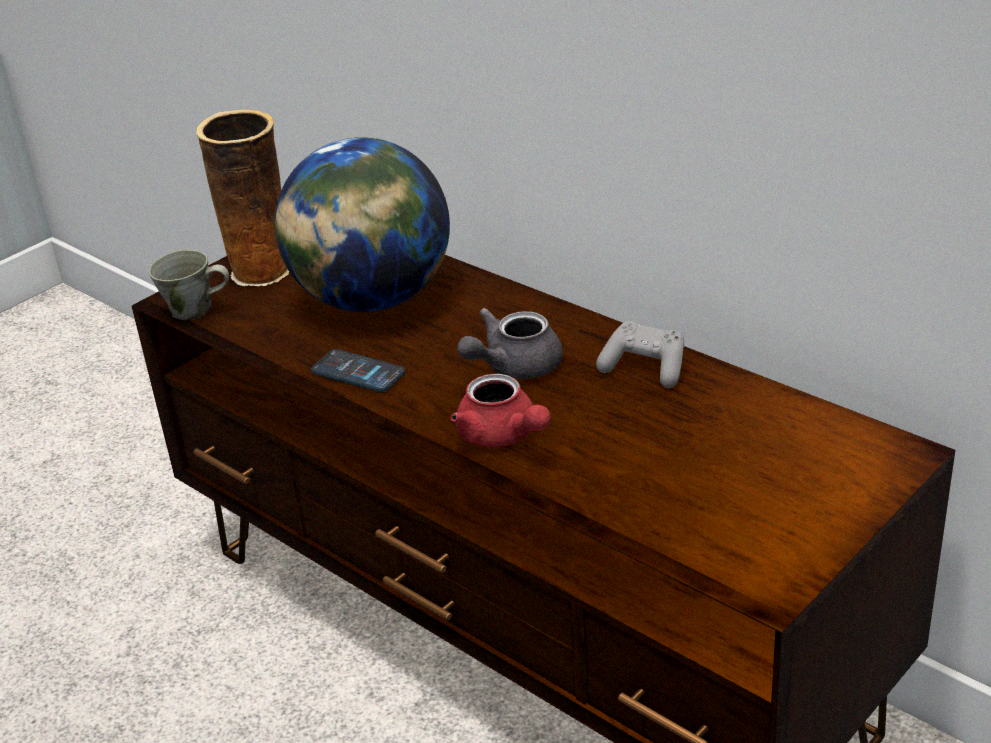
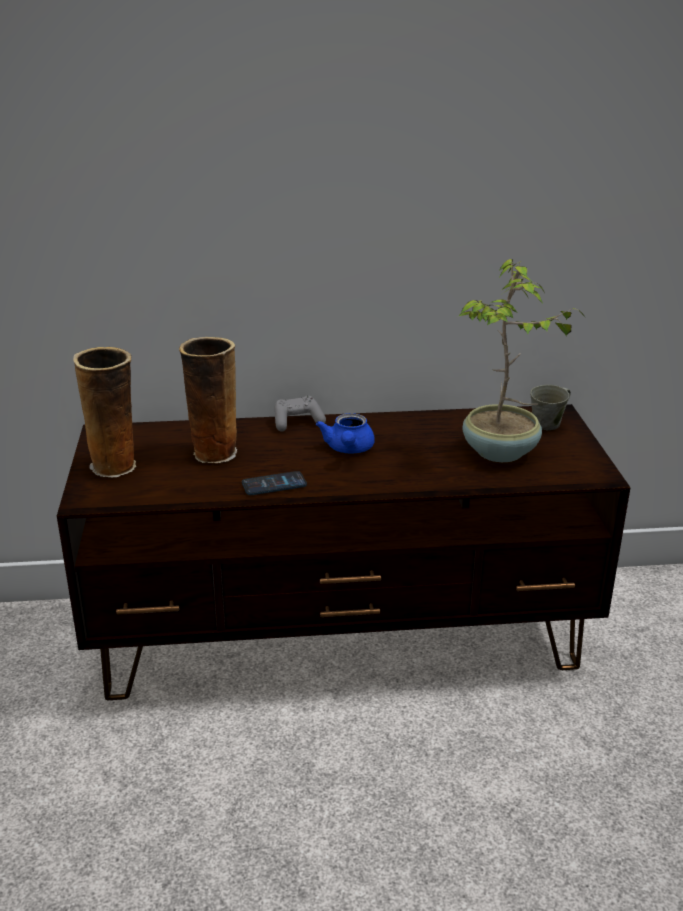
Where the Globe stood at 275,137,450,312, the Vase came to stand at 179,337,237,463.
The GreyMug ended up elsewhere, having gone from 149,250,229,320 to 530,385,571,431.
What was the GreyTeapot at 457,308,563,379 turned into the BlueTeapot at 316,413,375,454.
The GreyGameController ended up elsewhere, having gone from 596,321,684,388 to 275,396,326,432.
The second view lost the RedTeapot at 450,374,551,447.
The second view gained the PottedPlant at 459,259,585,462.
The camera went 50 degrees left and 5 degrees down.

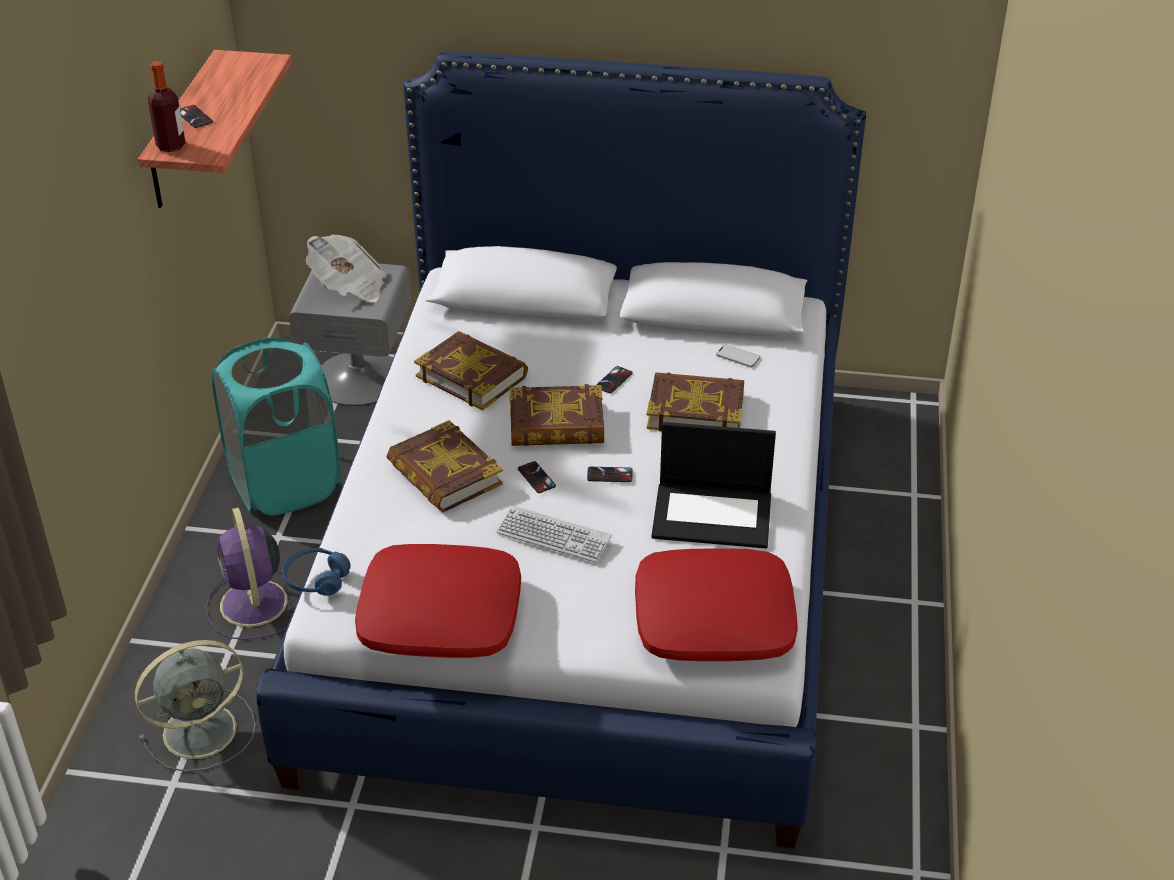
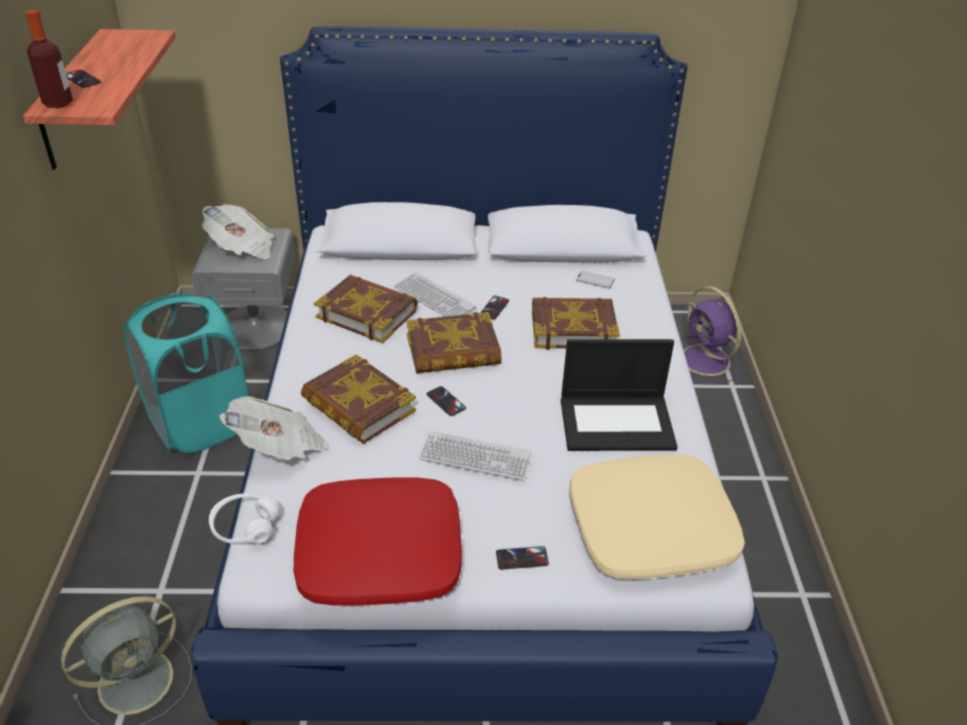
The Phone ended up elsewhere, having gone from 587,467,633,482 to 496,546,549,570.
The PurpleFan ended up elsewhere, having gone from 206,508,301,640 to 681,286,745,385.
What was the BlueHeadphones at 282,548,351,596 turned into the WhiteHeadphones at 209,493,280,544.
What was the RedPillow at 635,548,798,661 turned into the BeigePillow at 570,454,745,579.
The second view gained the Keyboard at 394,272,476,317.
The second view gained the Newspaper at 219,396,330,461.
The camera went 10 degrees left and 0 degrees up.

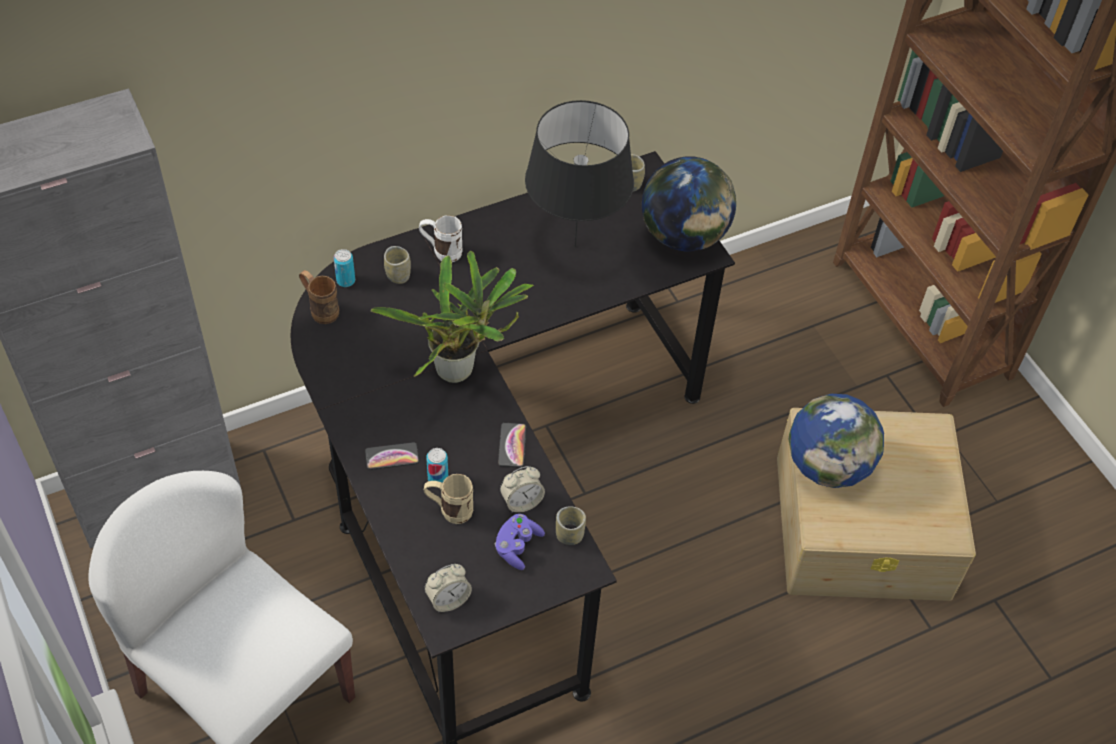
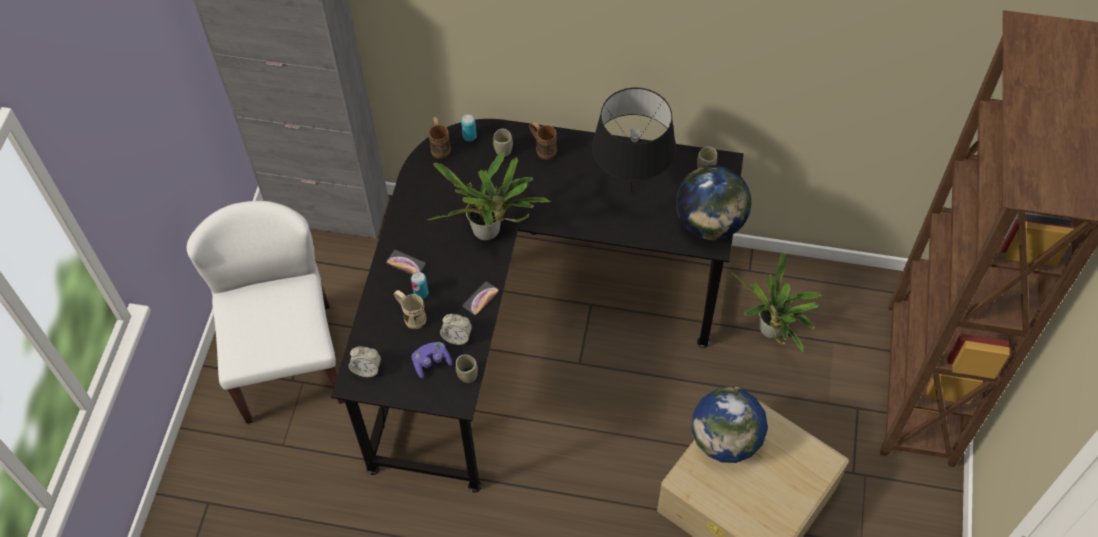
What was the WhiteMug at 419,215,462,262 turned into the BrownMug at 529,121,557,160.
The second view gained the PottedPlant at 731,252,821,353.
The camera went 40 degrees right and 5 degrees up.

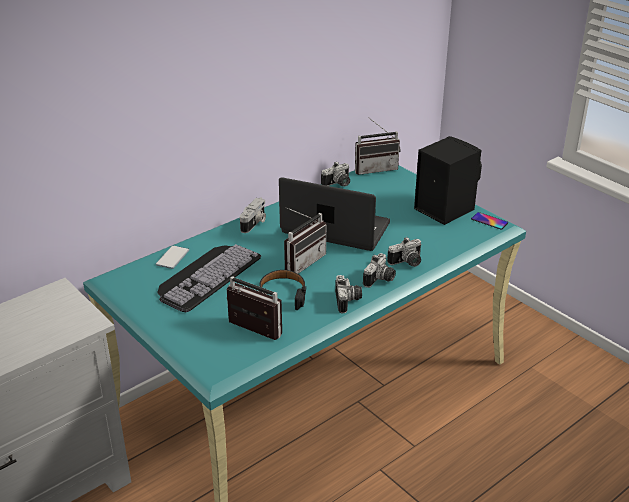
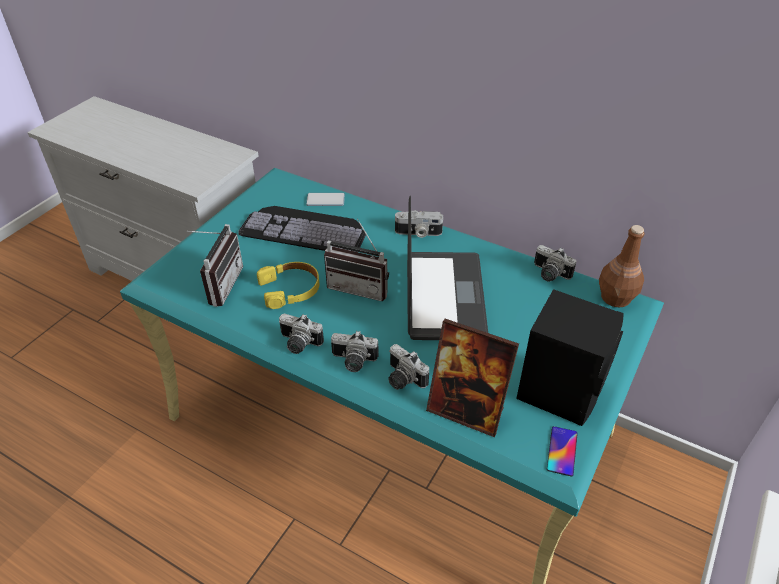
Where the Radio stood at 355,118,401,175, the BrownBottle came to stand at 599,225,645,307.
What was the BlackHeadphones at 259,270,306,310 turned into the YellowHeadphones at 257,262,319,309.
The PhotoCamera at 335,275,362,313 ended up facing another way, 45 degrees clockwise from before.
The second view gained the PictureFrame at 426,319,519,437.
The camera went 70 degrees right and 10 degrees up.

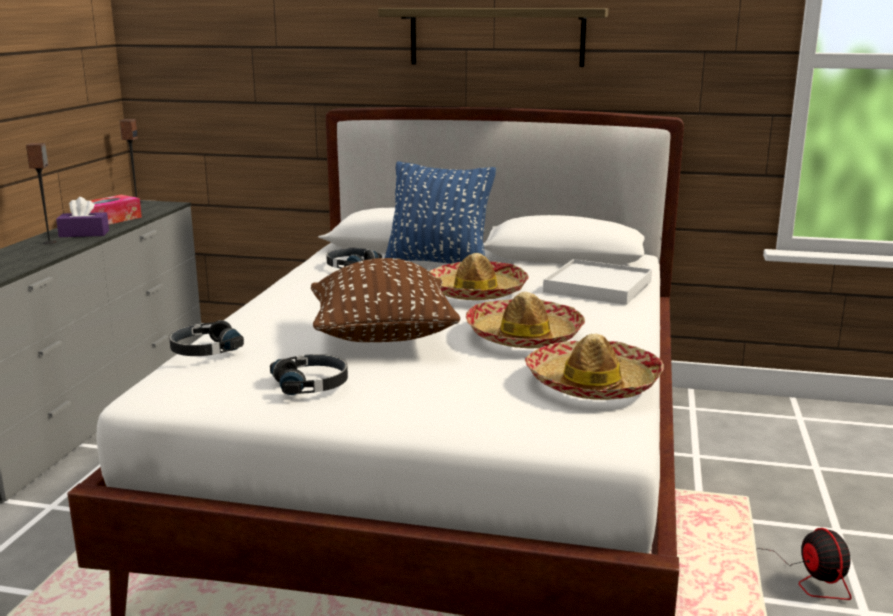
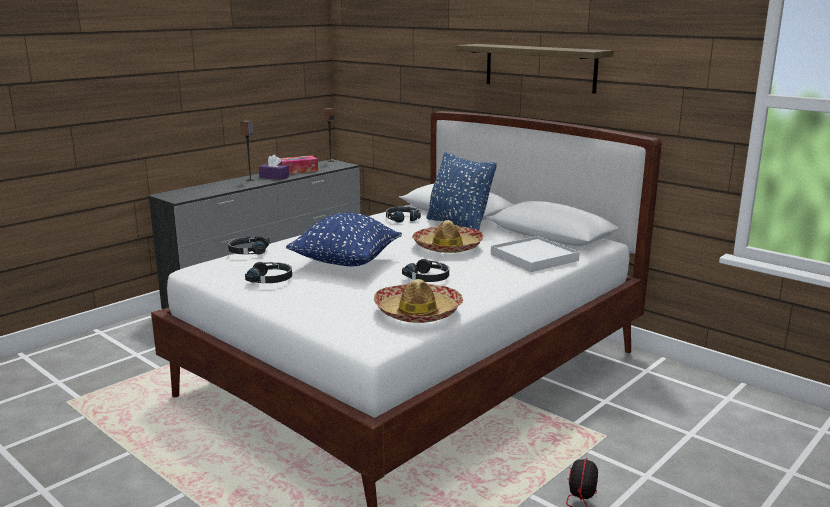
What was the BrownPillow at 311,258,460,342 turned into the BluePillow at 286,213,402,266.
Where the Hat stood at 465,292,585,348, the BlackHeadphones came to stand at 402,259,449,282.
The camera went 30 degrees right and 0 degrees up.

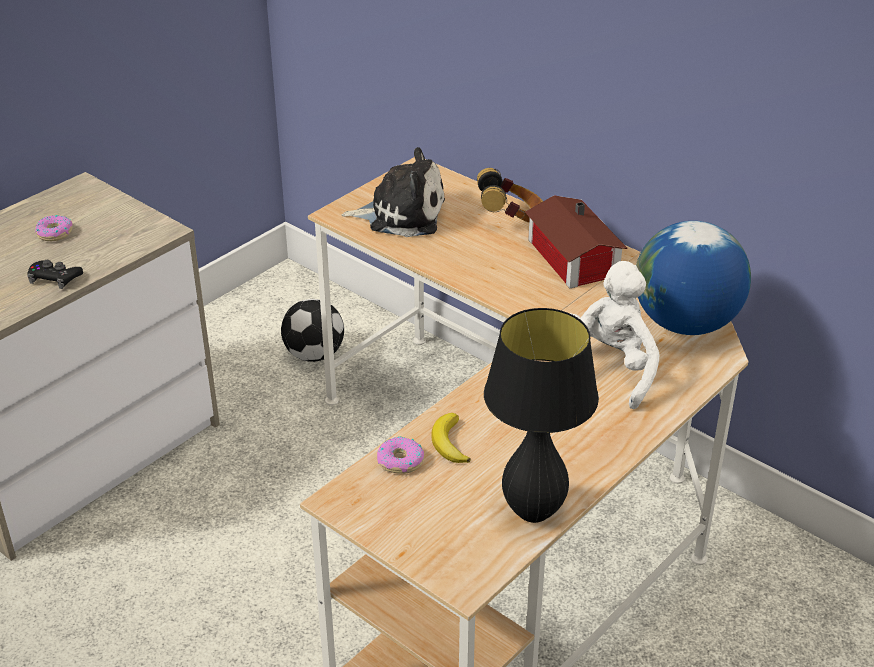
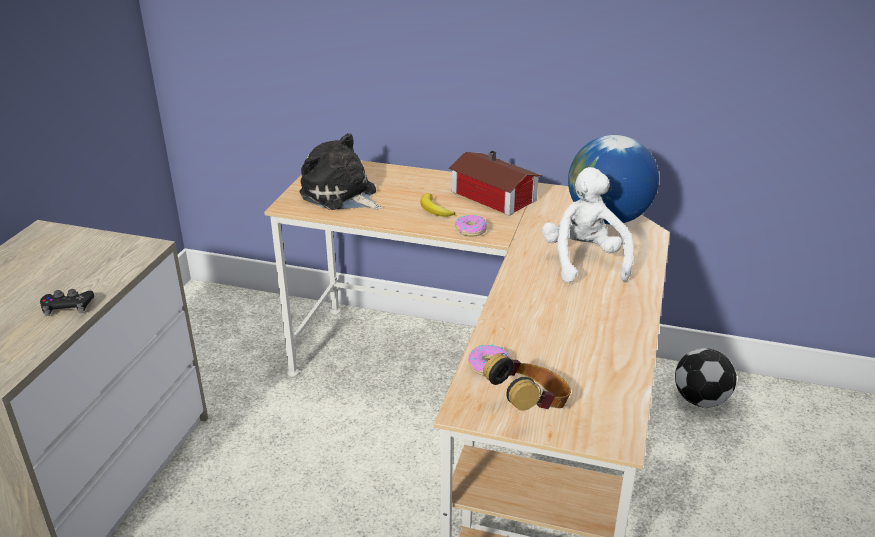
The PlushToy at 341,147,445,237 ended up facing another way, 120 degrees counterclockwise from before.
The Headphones ended up elsewhere, having gone from 477,168,543,223 to 483,353,571,411.
The Donut ended up elsewhere, having gone from 35,215,73,241 to 455,215,487,237.
The Football ended up elsewhere, having gone from 281,299,344,362 to 675,348,736,408.
The second view lost the BlackTableLamp at 484,308,599,523.
The Banana ended up elsewhere, having gone from 431,413,471,463 to 421,193,455,217.
The camera went 25 degrees left and 5 degrees down.

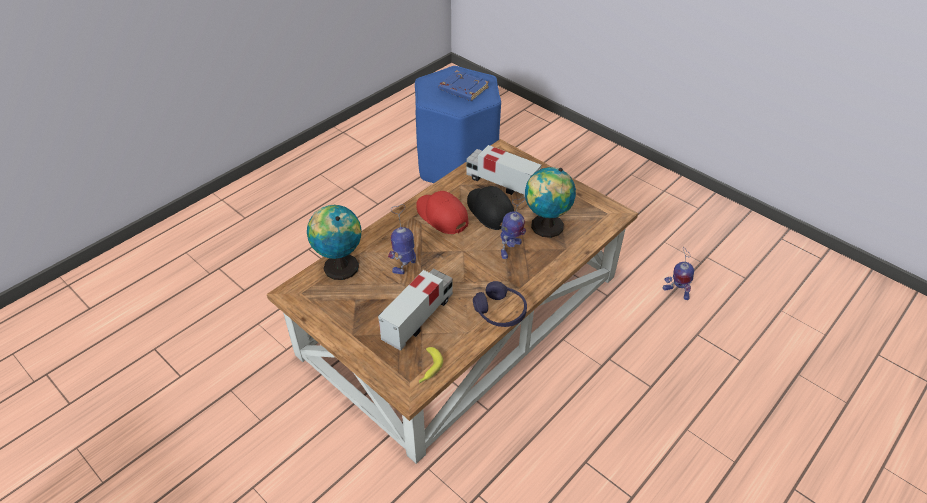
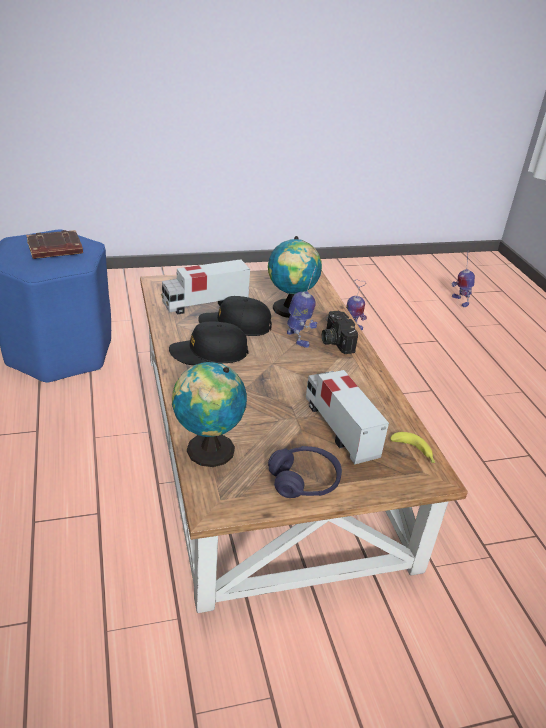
What was the BlueBook at 439,70,489,101 turned into the BrownBook at 26,230,83,259.
What was the RedCap at 416,191,469,234 turned into the BlackCap at 169,322,249,365.
The ToyRobot ended up elsewhere, having gone from 388,204,416,274 to 452,255,475,307.
The PurpleHeadphones ended up elsewhere, having gone from 473,281,527,327 to 268,446,342,498.
The second view gained the PhotoCamera at 322,311,358,354.
The camera went 60 degrees left and 10 degrees down.

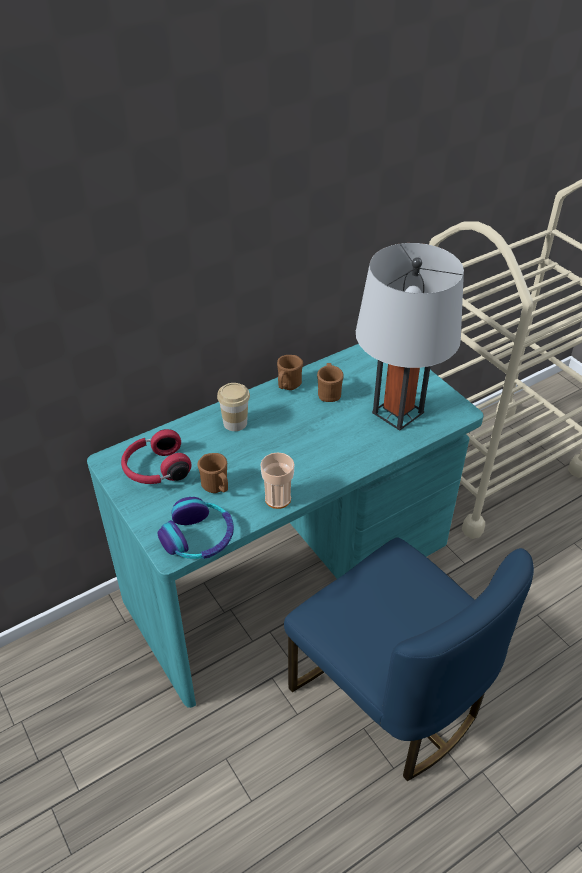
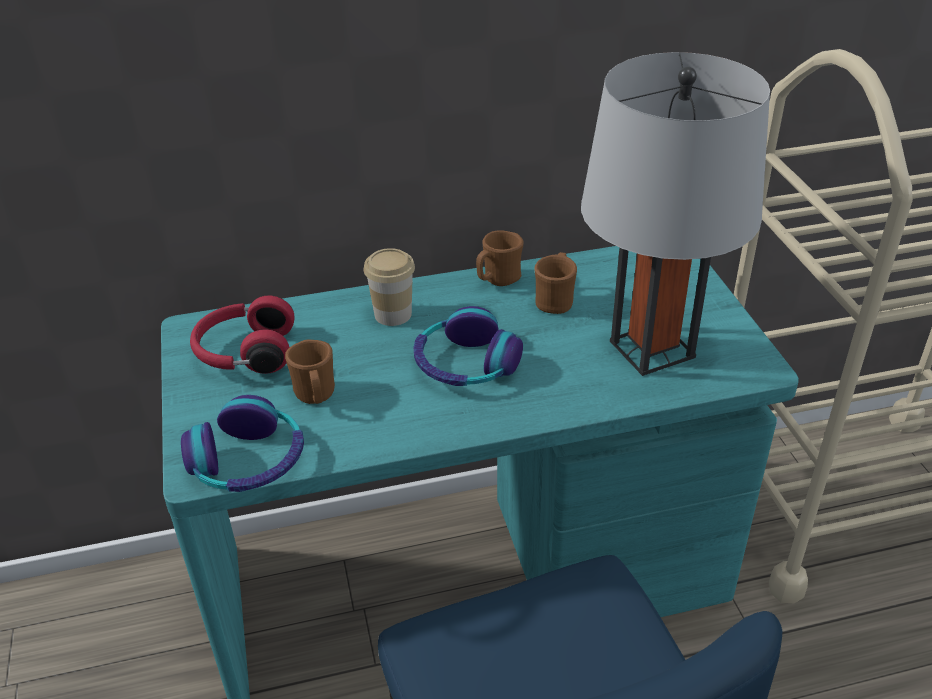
The second view lost the Cup at 260,452,294,509.
The second view gained the Headphones at 414,306,523,386.
The camera went 20 degrees right and 5 degrees down.

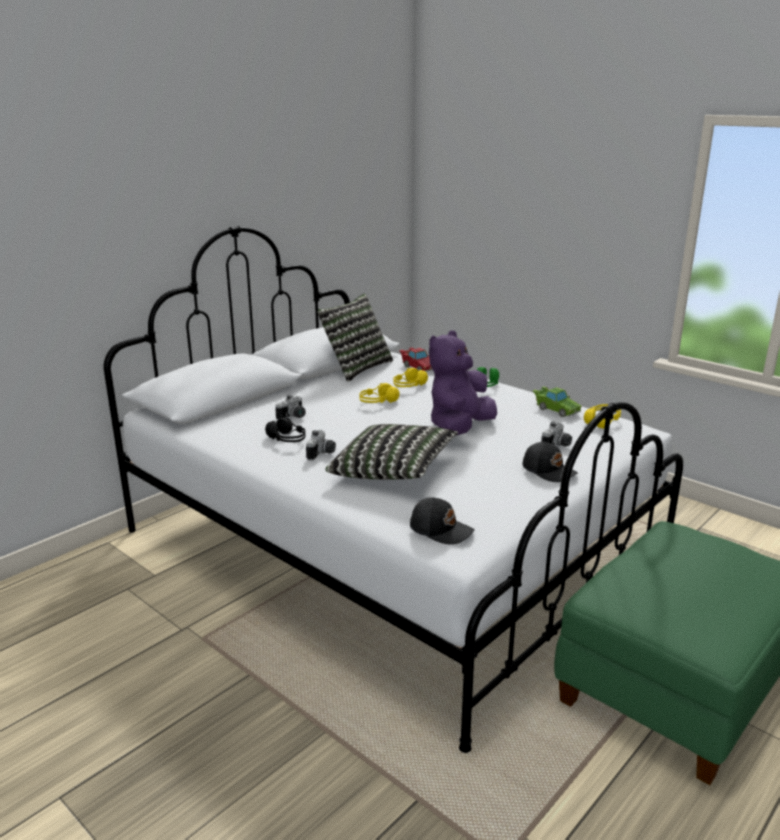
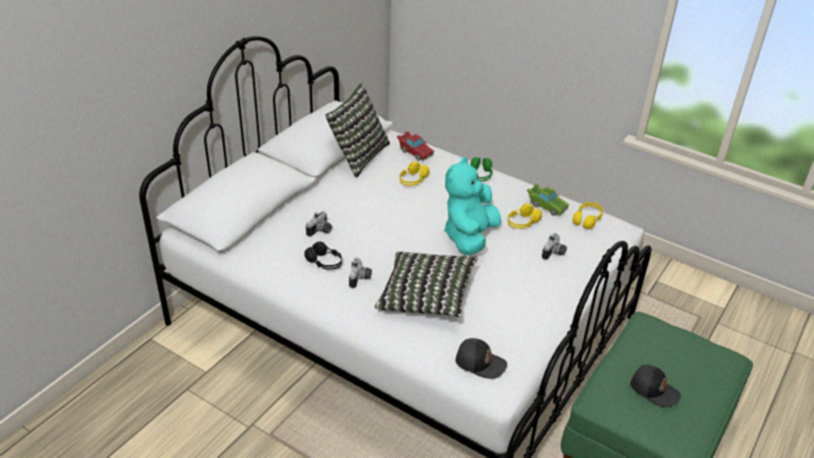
What was the PurplePlushToy at 429,331,497,435 turned into the TurquoisePlushToy at 444,157,501,255.
The YellowHeadphones ended up elsewhere, having gone from 360,383,400,403 to 508,204,542,228.
The BlackCap ended up elsewhere, having gone from 523,442,578,482 to 630,365,681,407.
The camera went 10 degrees left and 15 degrees up.

